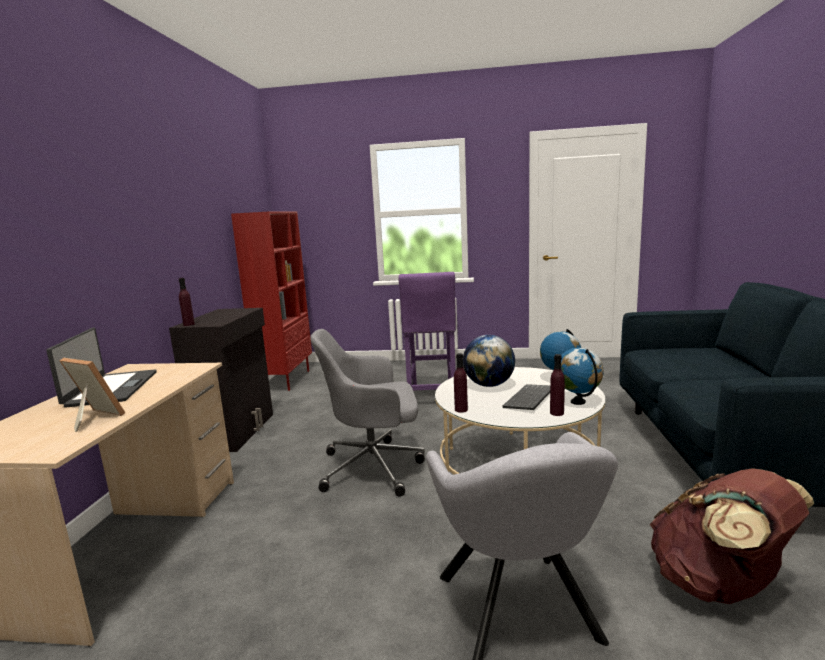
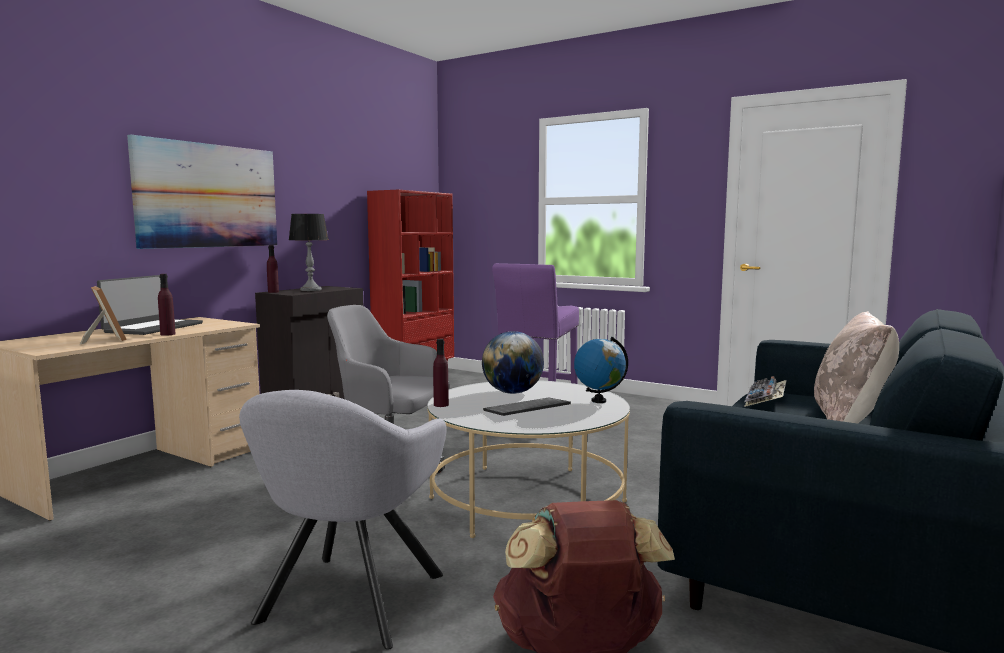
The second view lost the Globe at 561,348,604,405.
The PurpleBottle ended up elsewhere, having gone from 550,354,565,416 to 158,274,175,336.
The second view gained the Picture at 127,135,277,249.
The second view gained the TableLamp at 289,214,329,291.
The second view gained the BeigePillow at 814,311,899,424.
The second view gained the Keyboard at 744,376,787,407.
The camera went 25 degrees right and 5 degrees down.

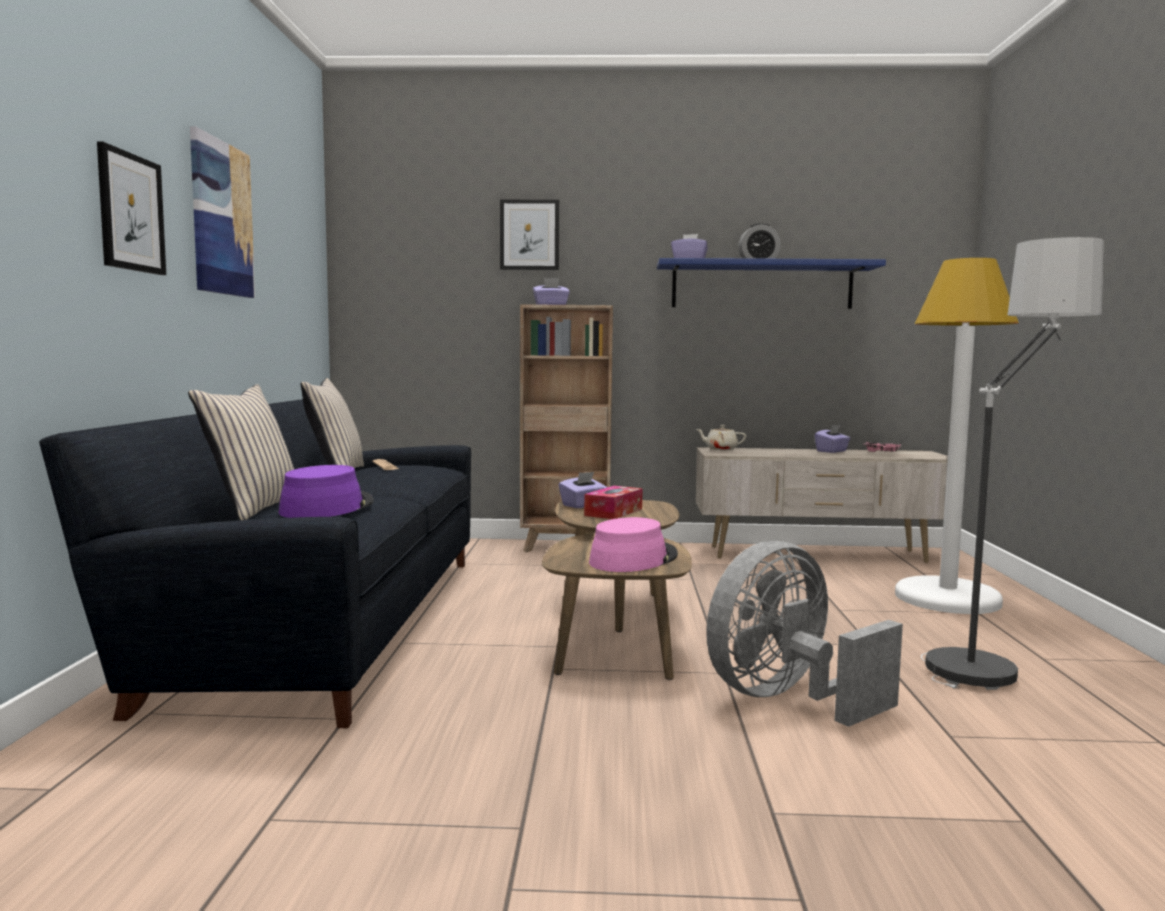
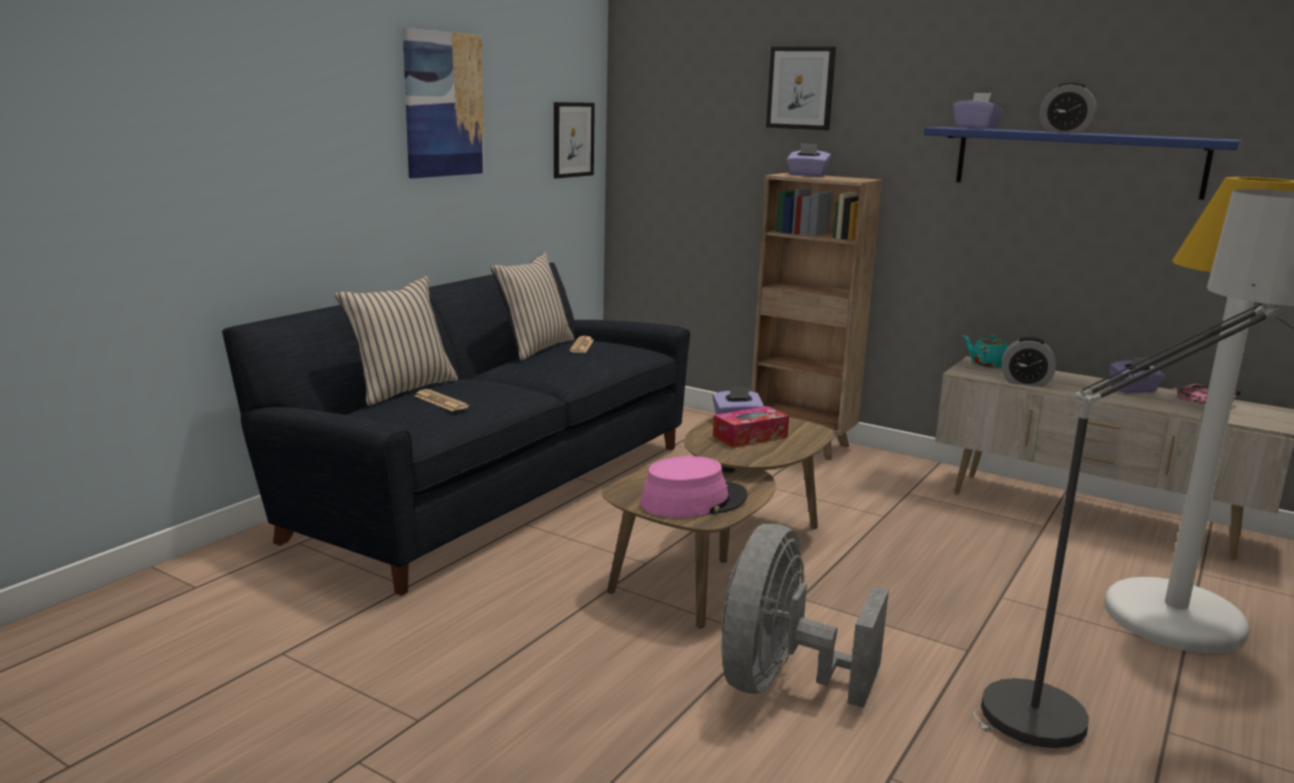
The Picture ended up elsewhere, having gone from 97,141,166,275 to 554,102,595,178.
What was the BeigeTeapot at 696,425,746,450 turned into the TurquoiseTeapot at 962,335,1008,368.
Where the PurpleHat stood at 279,465,374,518, the Newspaper came to stand at 415,389,469,411.
The GreyFan at 706,541,903,727 ended up facing another way, 60 degrees counterclockwise from before.
The second view gained the AlarmClock at 1002,337,1056,387.
The camera went 30 degrees right and 10 degrees up.

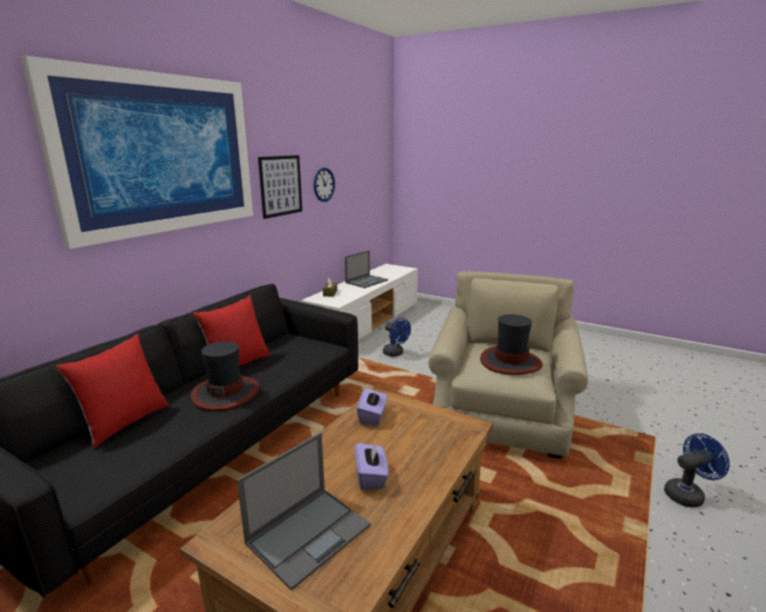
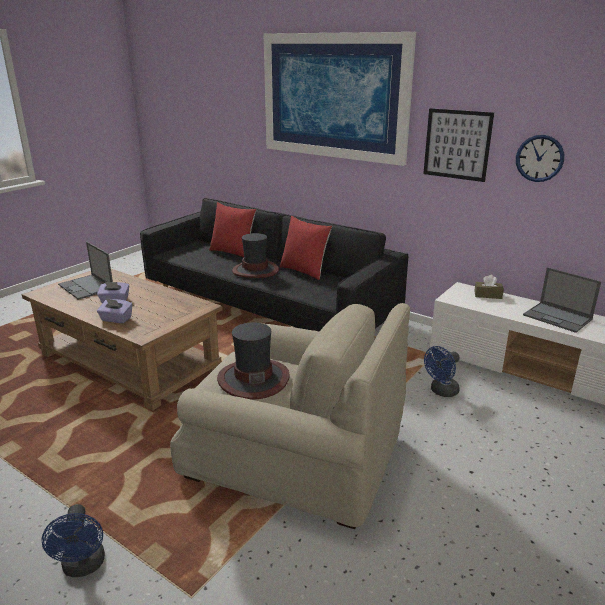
The PurpleTissueBox ended up elsewhere, having gone from 357,388,387,425 to 97,299,133,323.
The camera went 95 degrees right and 5 degrees up.

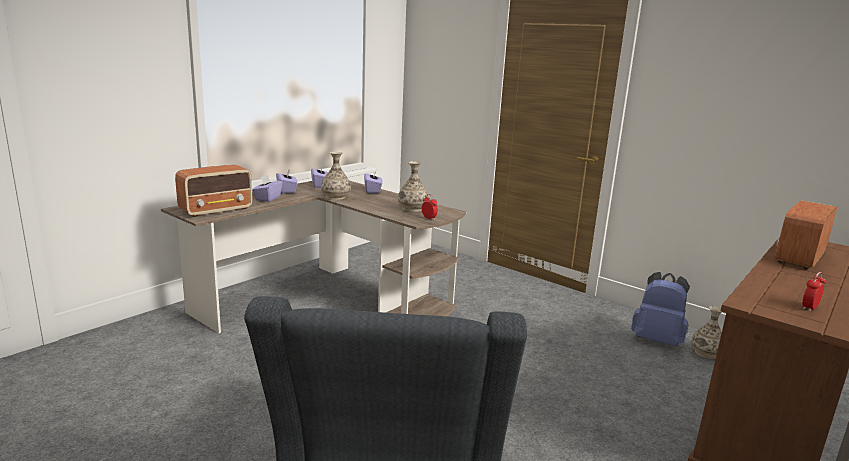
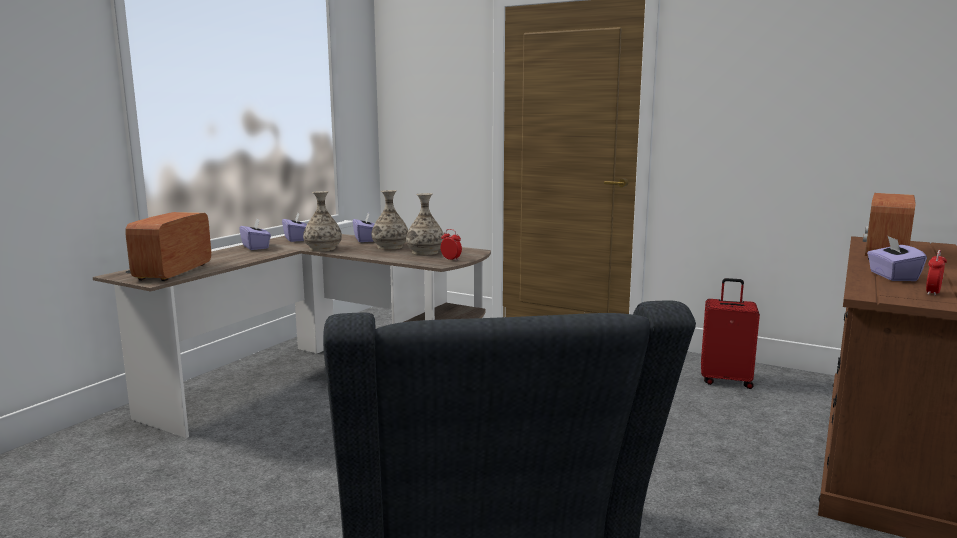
The Radio at 175,165,253,217 ended up facing another way, 150 degrees clockwise from before.
The PurpleTissueBox ended up elsewhere, having gone from 252,175,283,202 to 867,235,927,281.
Where the BlueBackpack stood at 631,272,690,346, the RedSuitcase came to stand at 701,278,760,389.
The Vase ended up elsewhere, having gone from 691,306,722,359 to 371,190,408,250.
The camera went 10 degrees left and 5 degrees down.

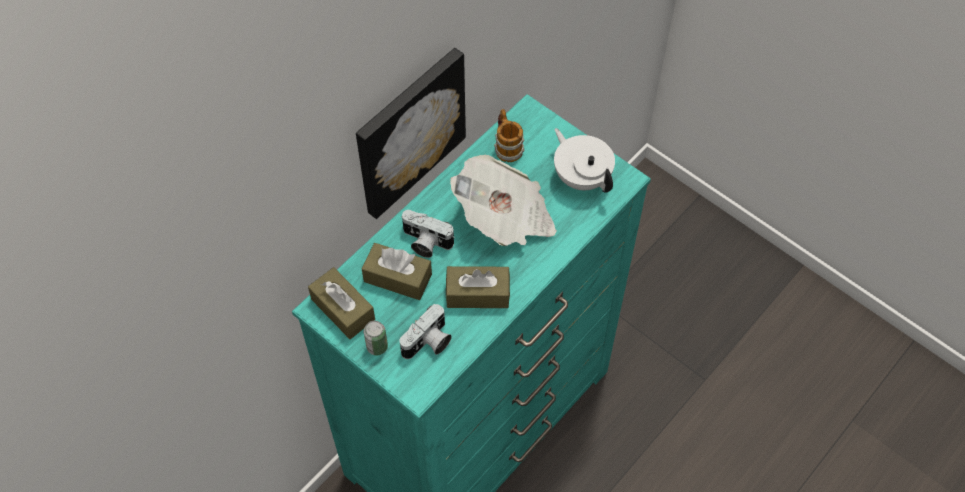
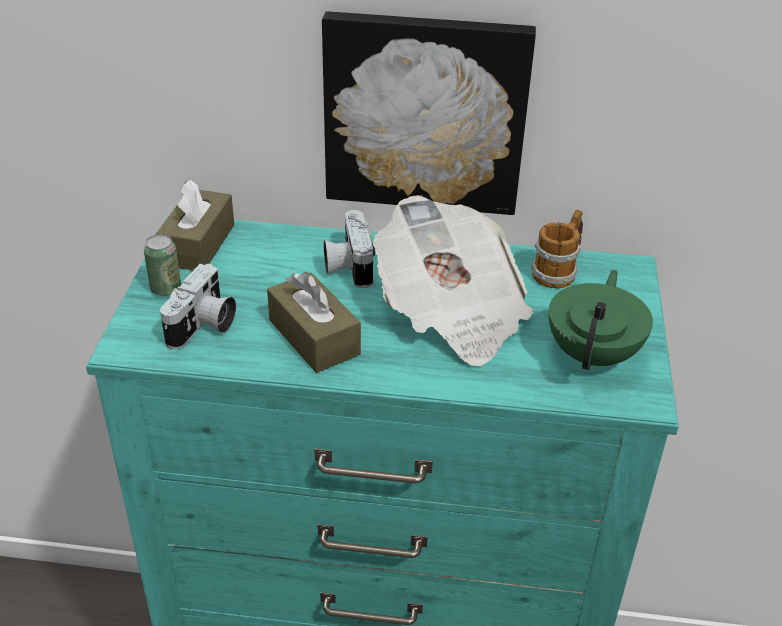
What was the WhiteTeapot at 554,128,615,192 turned into the GreenTeapot at 548,270,653,370.
The second view lost the BrownTissueBox at 362,243,432,300.
The PhotoCamera at 400,304,452,359 ended up facing another way, 75 degrees counterclockwise from before.
The camera went 55 degrees right and 20 degrees down.

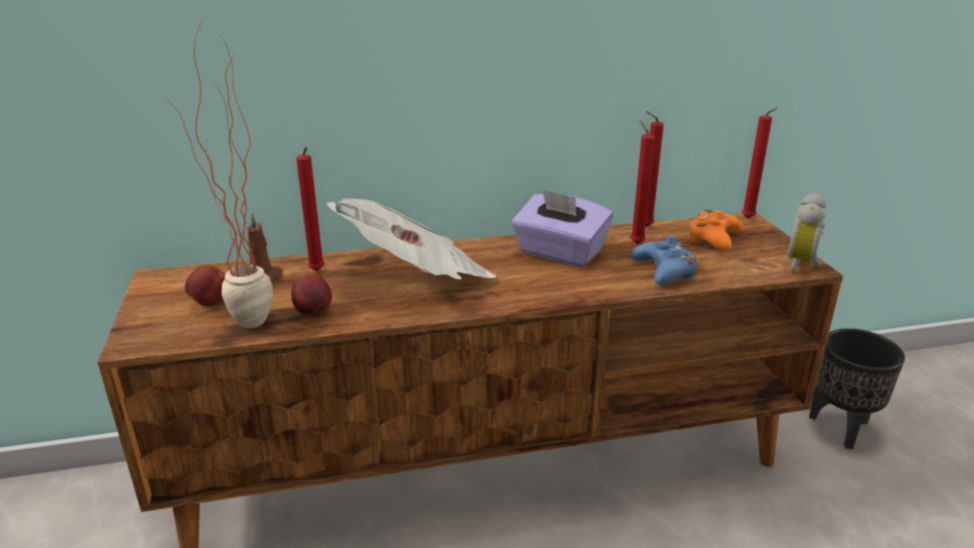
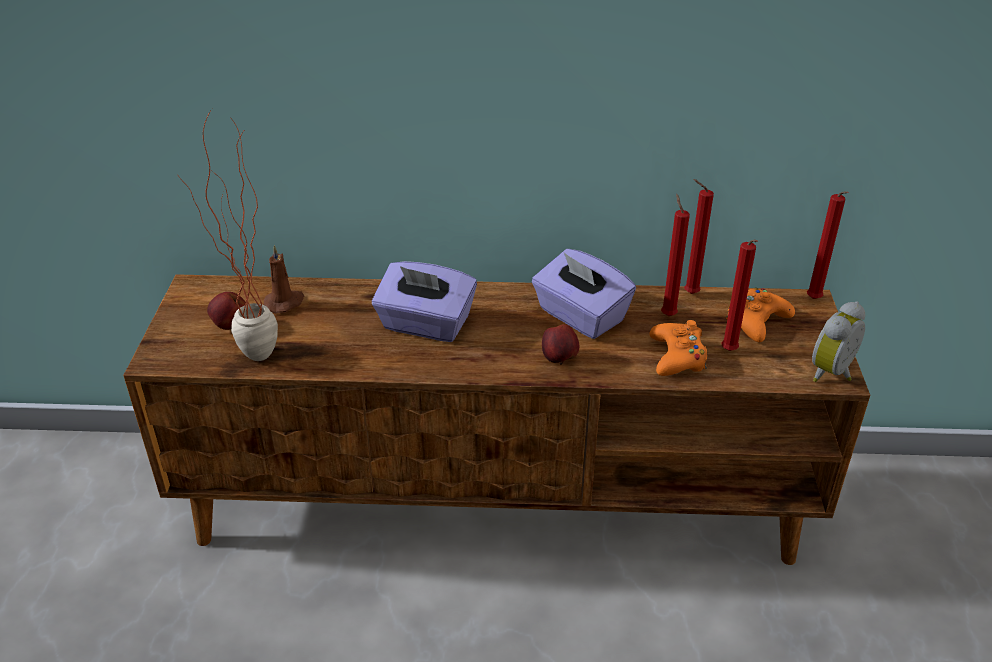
The RedCandle ended up elsewhere, having gone from 296,147,325,271 to 722,240,758,351.
Where the Newspaper stood at 326,199,496,280, the PurpleTissueBox came to stand at 372,261,477,342.
What was the BlueGameController at 631,235,697,285 turned into the OrangeGameController at 649,320,707,376.
The Apple ended up elsewhere, having gone from 291,273,332,316 to 542,324,579,365.
The second view lost the BlackPlanter at 809,328,905,449.
The camera went 15 degrees right and 10 degrees up.

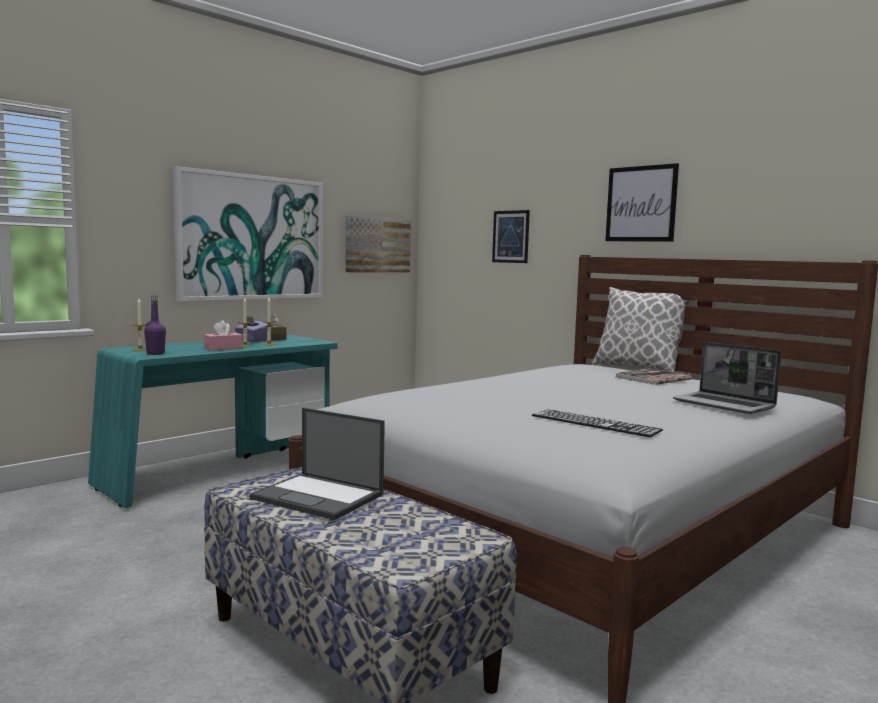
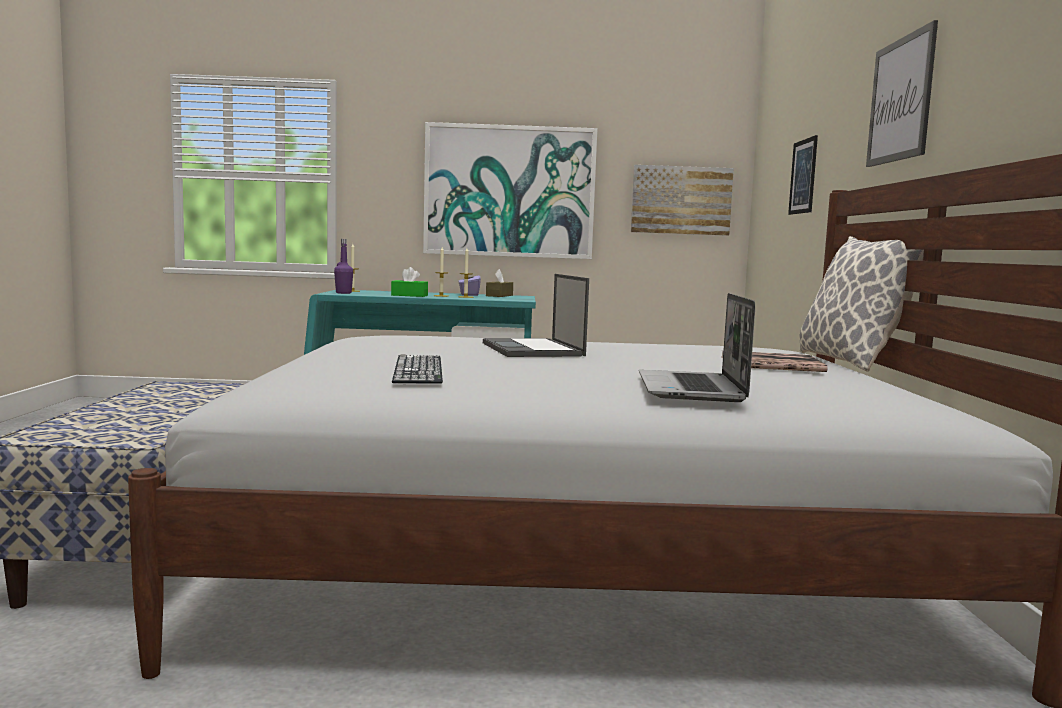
What was the PinkTissueBox at 204,320,243,351 turned into the GreenTissueBox at 391,267,428,297.
The Laptop ended up elsewhere, having gone from 250,408,385,520 to 483,274,589,357.
The camera went 45 degrees right and 0 degrees up.

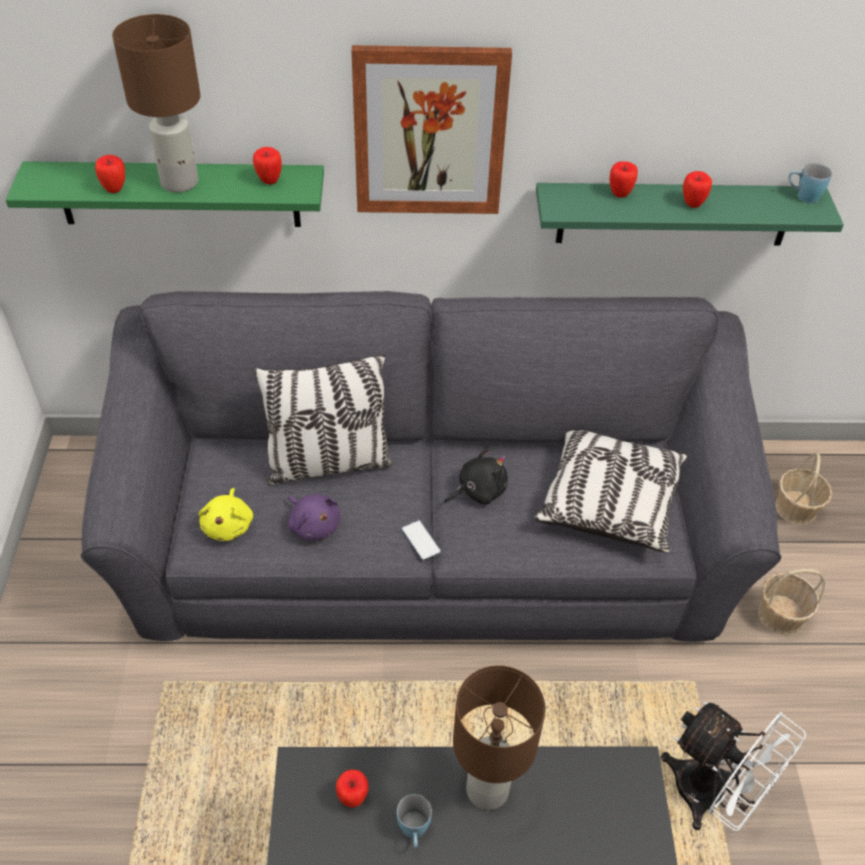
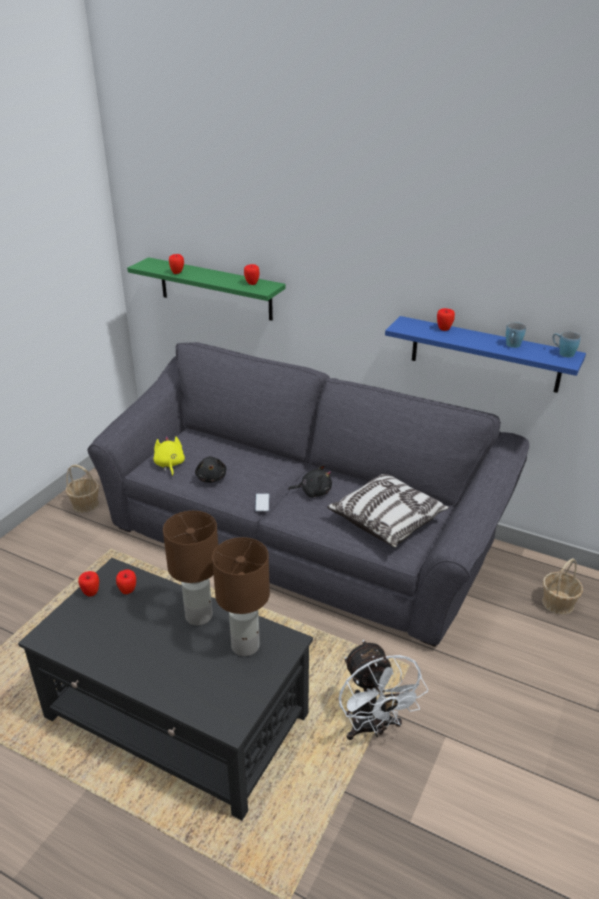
The BrownTableLamp ended up elsewhere, having gone from 112,14,201,192 to 212,537,270,656.
The second view lost the Picture at 352,45,512,214.
The Apple ended up elsewhere, having gone from 683,171,712,208 to 78,571,99,597.
What was the GreenShelf at 536,183,844,246 turned into the BlueShelf at 385,316,586,393.
The second view lost the Pillow at 254,354,394,485.
The YellowPlushToy at 199,488,253,541 ended up facing another way, 135 degrees clockwise from before.
What was the PurplePlushToy at 288,494,340,541 turned into the BlackPlushToy at 195,457,227,483.
The Basket ended up elsewhere, having gone from 758,569,826,635 to 65,465,99,513.
The BlueMug ended up elsewhere, having gone from 397,794,432,848 to 506,322,526,348.
The camera went 30 degrees right and 15 degrees down.

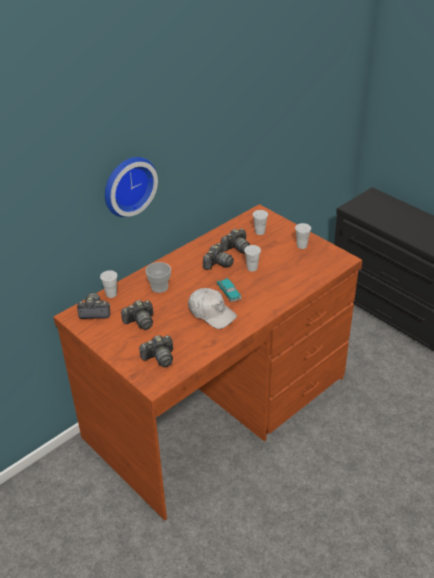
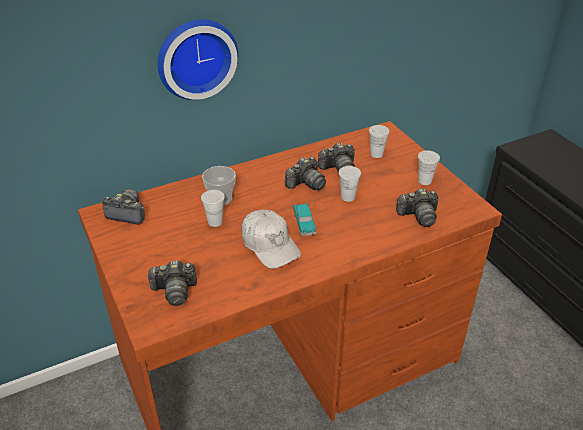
The WhiteCup ended up elsewhere, having gone from 100,270,118,298 to 201,190,225,227.
The PhotoCamera ended up elsewhere, having gone from 121,300,153,330 to 396,188,438,227.
The camera went 15 degrees right and 0 degrees up.

